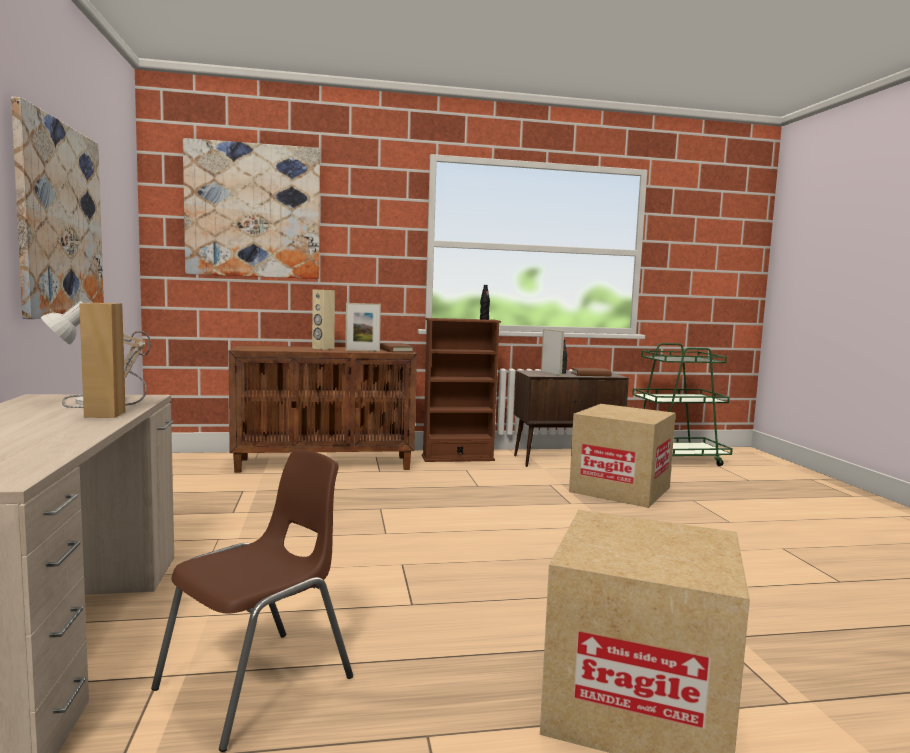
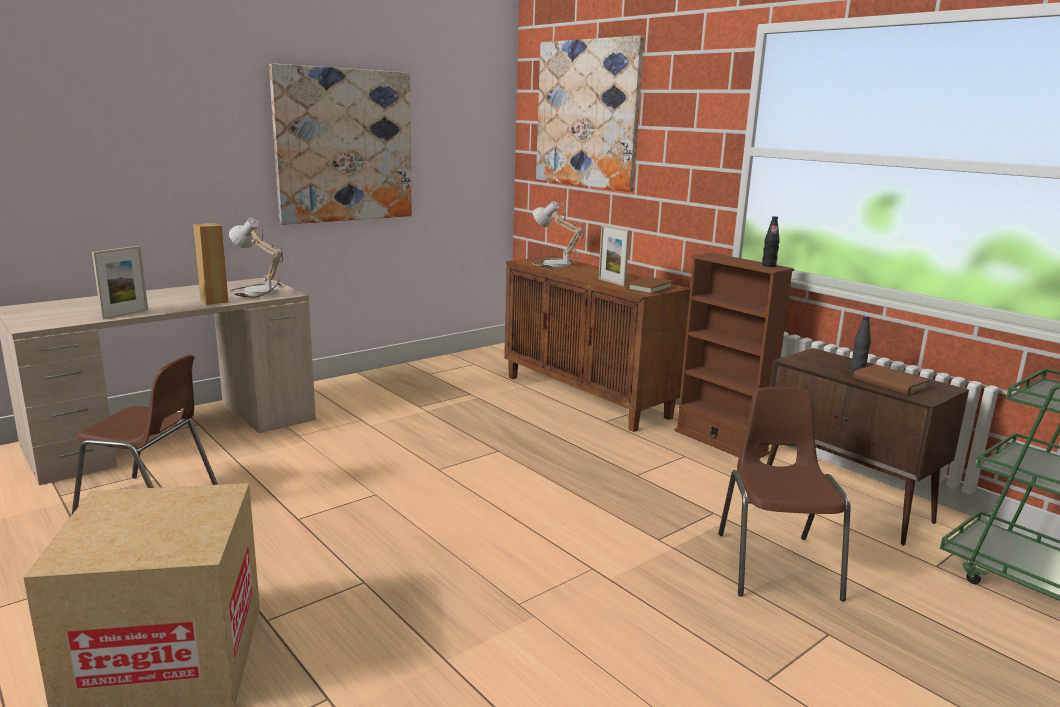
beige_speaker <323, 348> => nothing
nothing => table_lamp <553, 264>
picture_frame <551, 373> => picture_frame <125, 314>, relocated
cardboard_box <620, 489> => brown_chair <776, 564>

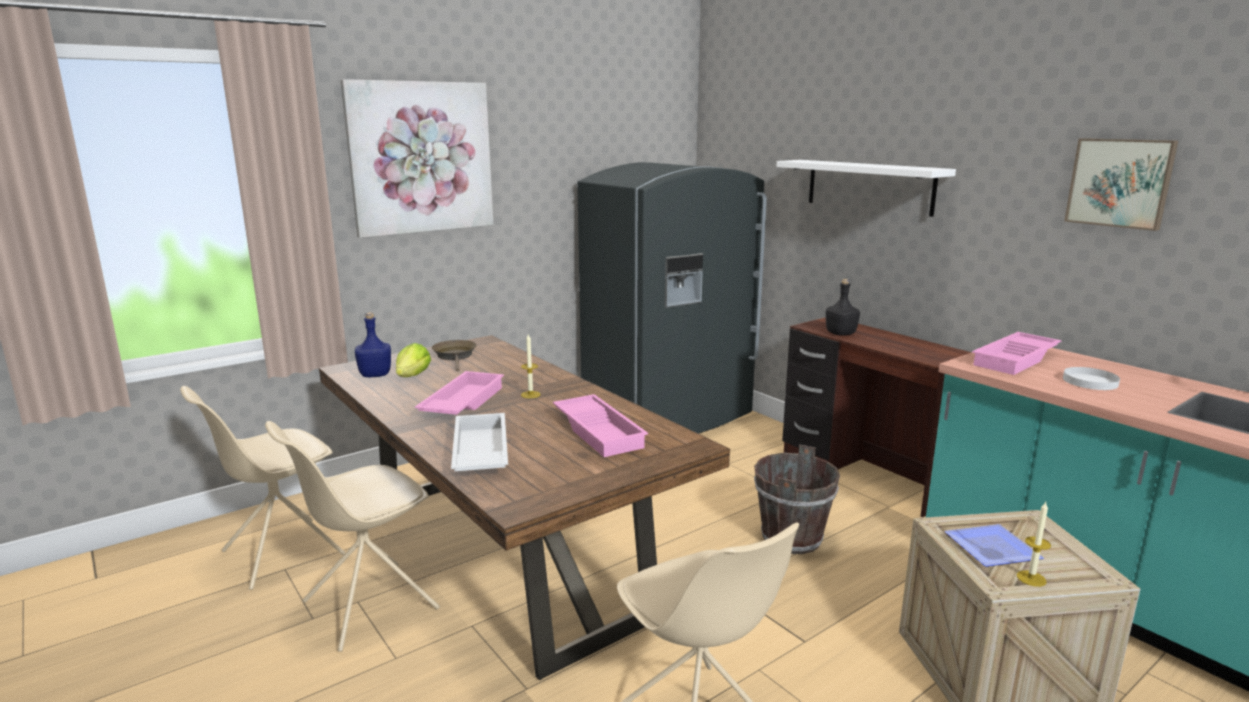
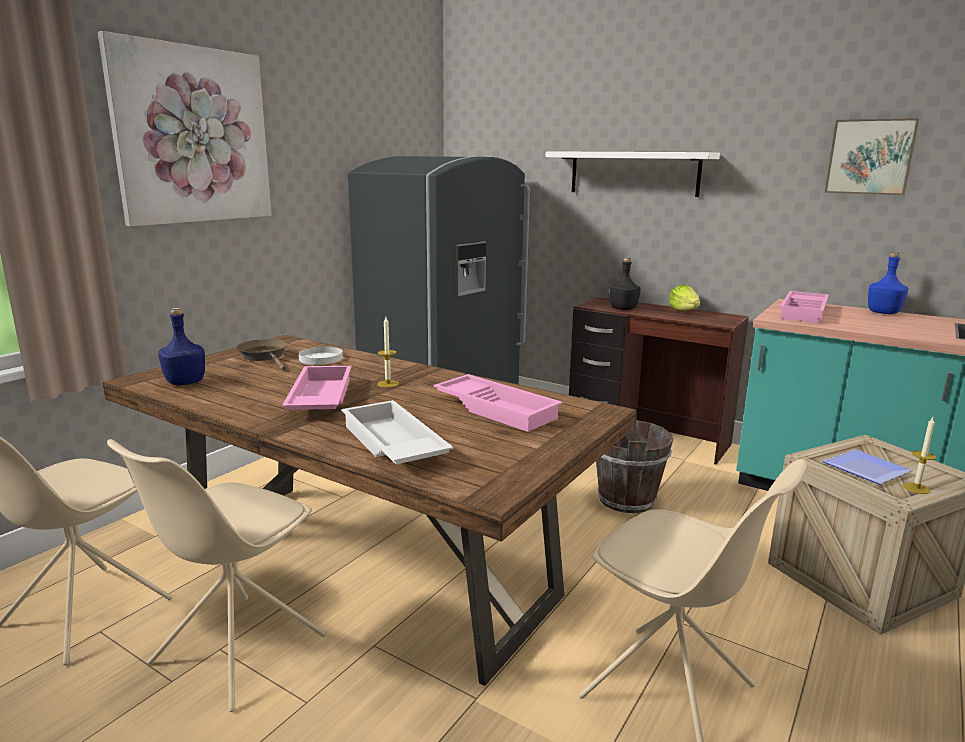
nothing => blue_bottle <883, 312>
lettuce <413, 376> => lettuce <684, 311>, relocated
white_plate <1089, 381> => white_plate <320, 358>, relocated

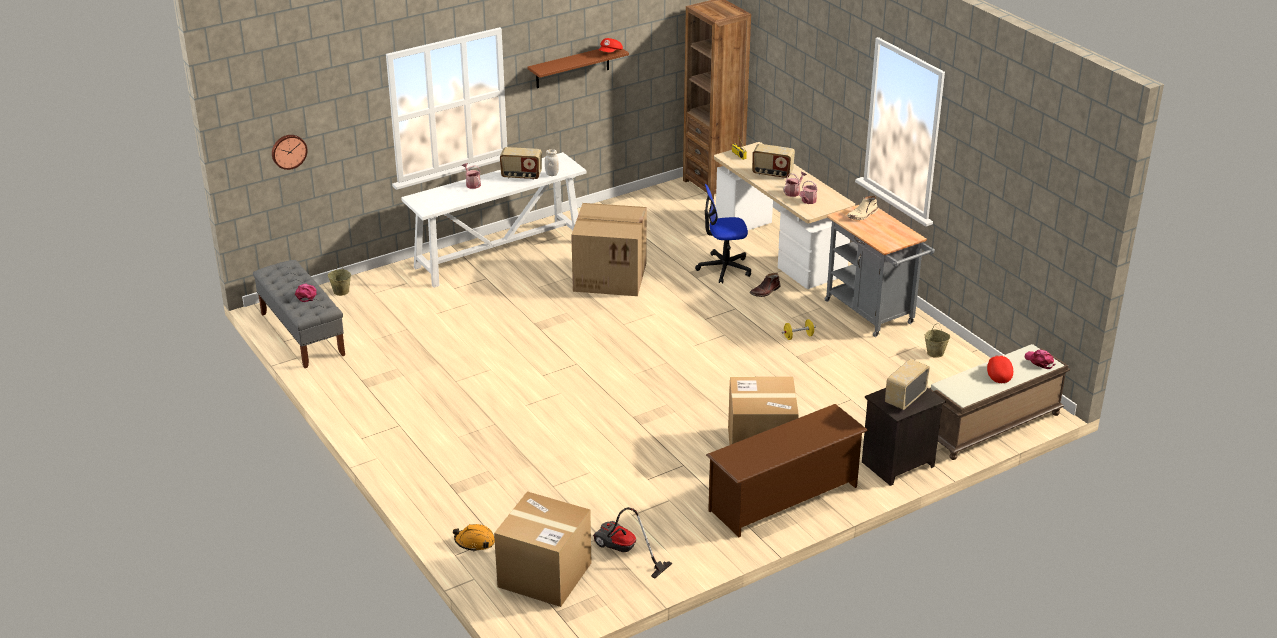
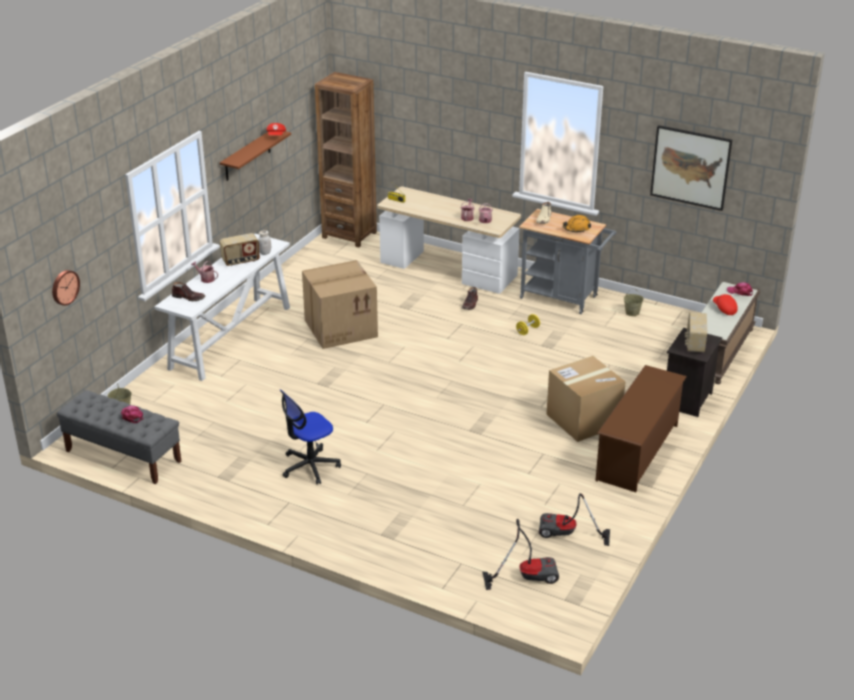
radio <772, 173> => nothing
nothing => brown_boot <189, 297>
nothing => picture <690, 167>
orange_hard_hat <475, 542> => orange_hard_hat <576, 228>, relocated
office_chair <724, 268> => office_chair <310, 466>, relocated
cardboard_box <544, 575> => vacuum_cleaner <527, 575>

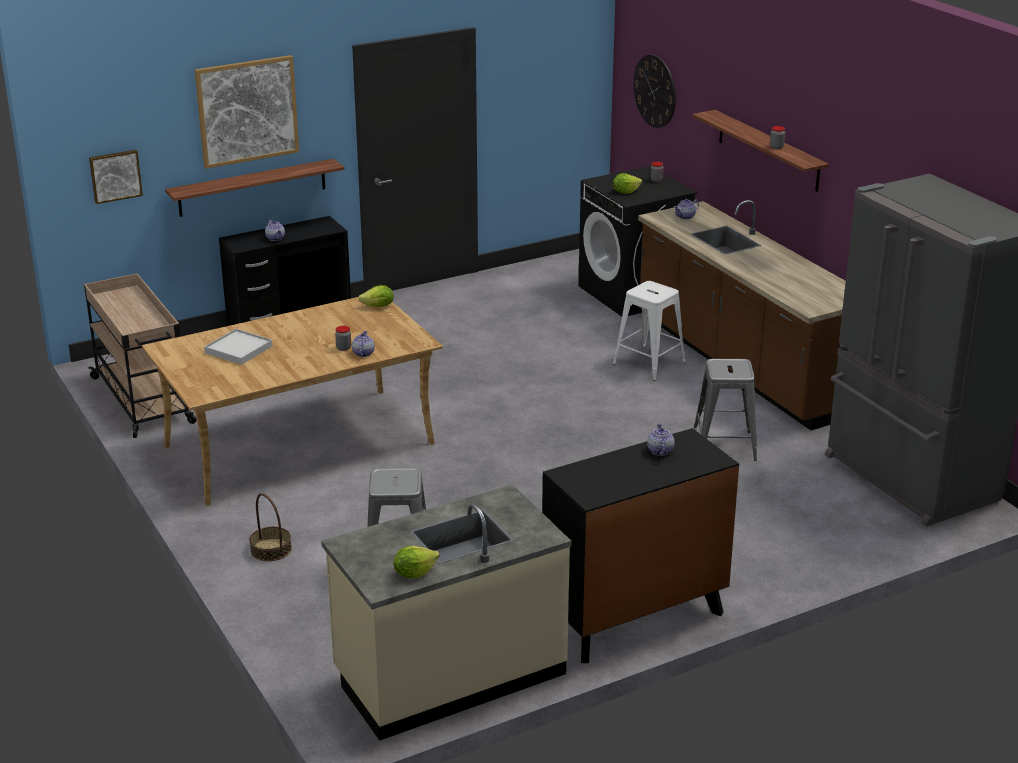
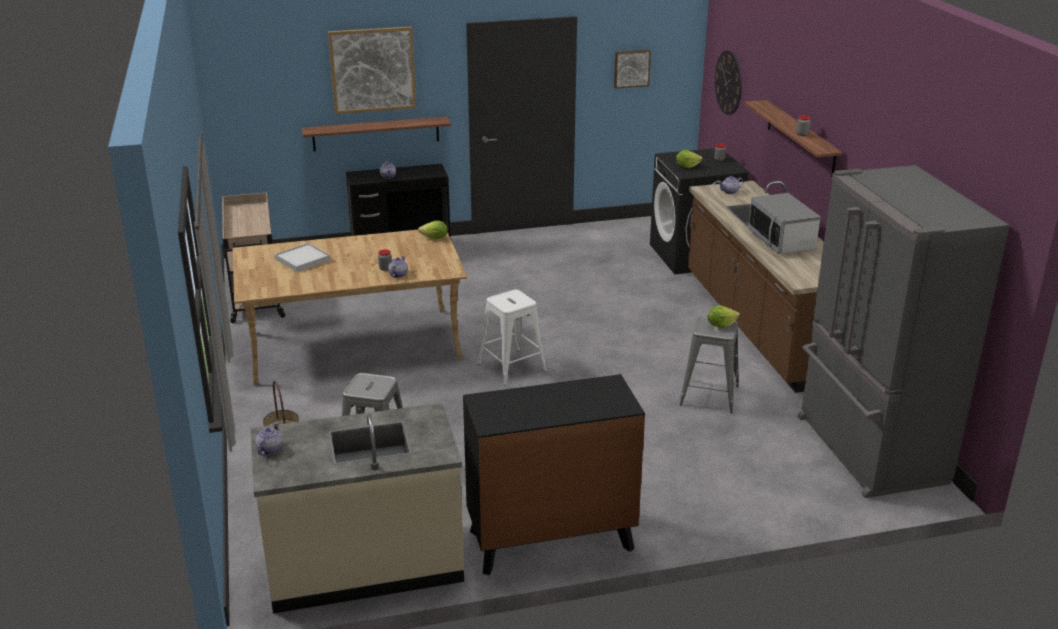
nothing => microwave <781, 241>
picture <115, 175> => picture <631, 68>, relocated
lettuce <414, 573> => lettuce <720, 325>, relocated
white_stool <649, 363> => white_stool <512, 367>, relocated
teapot <659, 451> => teapot <269, 449>, relocated

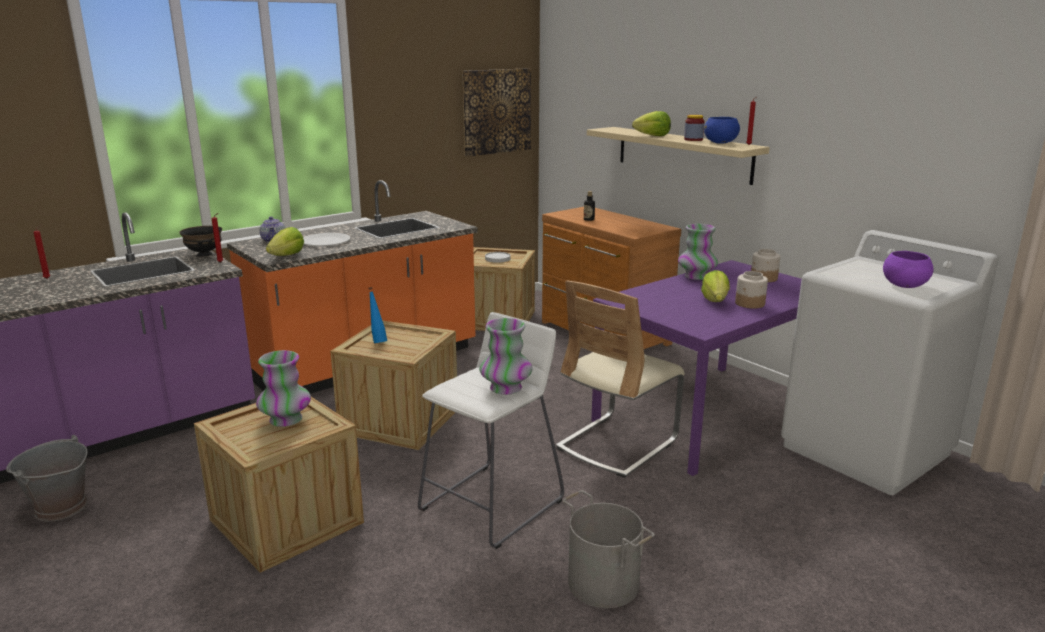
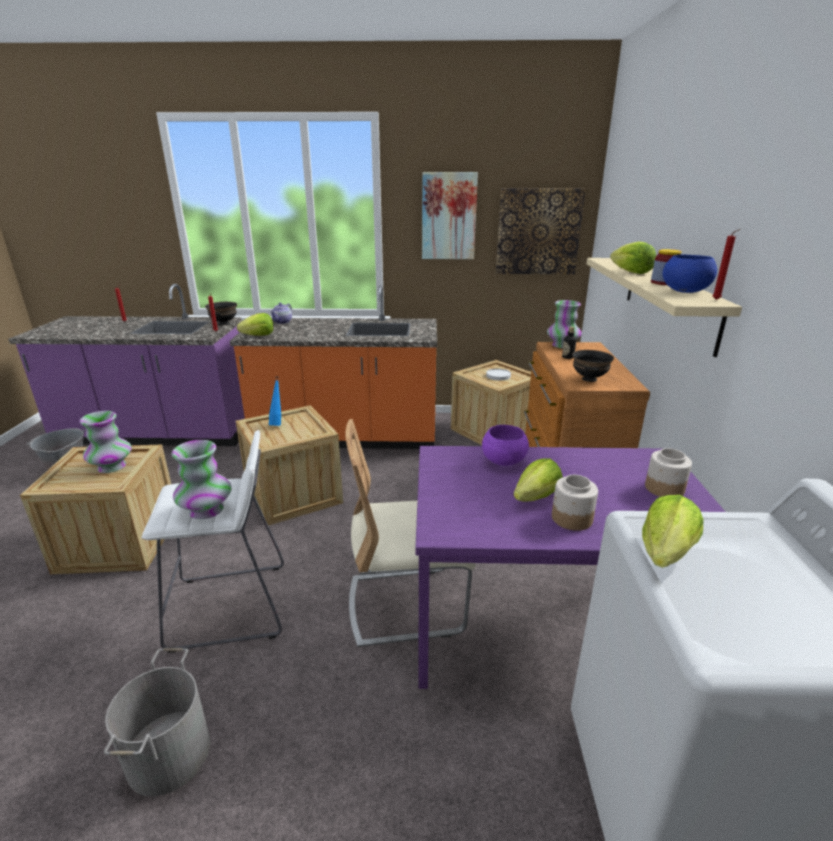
white_plate <325, 241> => nothing
nothing => picture <448, 216>
nothing => black_bowl <589, 379>
nothing => lettuce <665, 553>
vase <696, 276> => vase <562, 345>, relocated
purple_bowl <904, 286> => purple_bowl <503, 461>, relocated

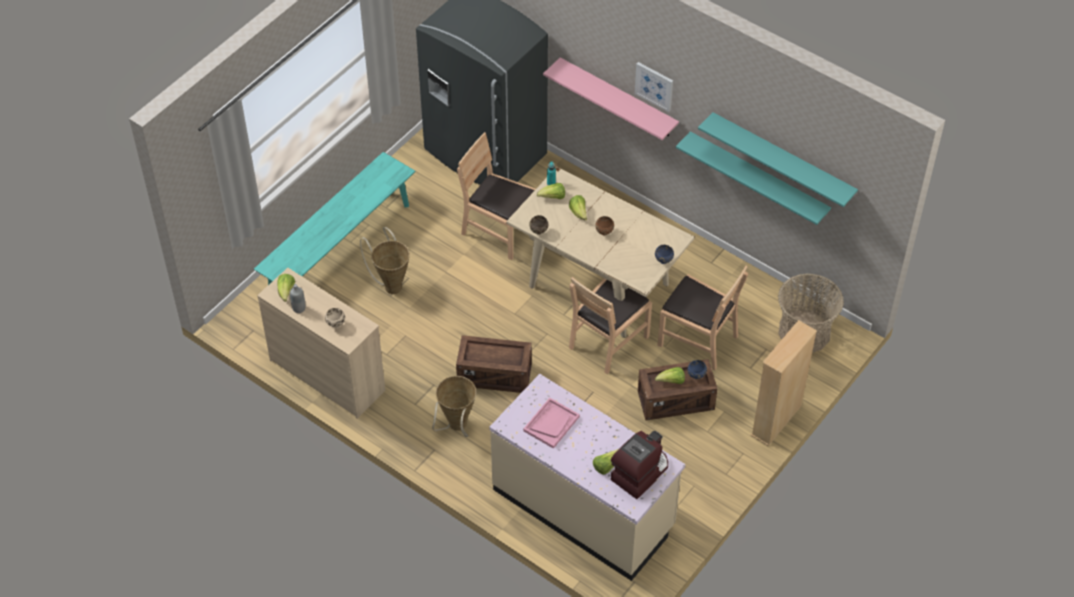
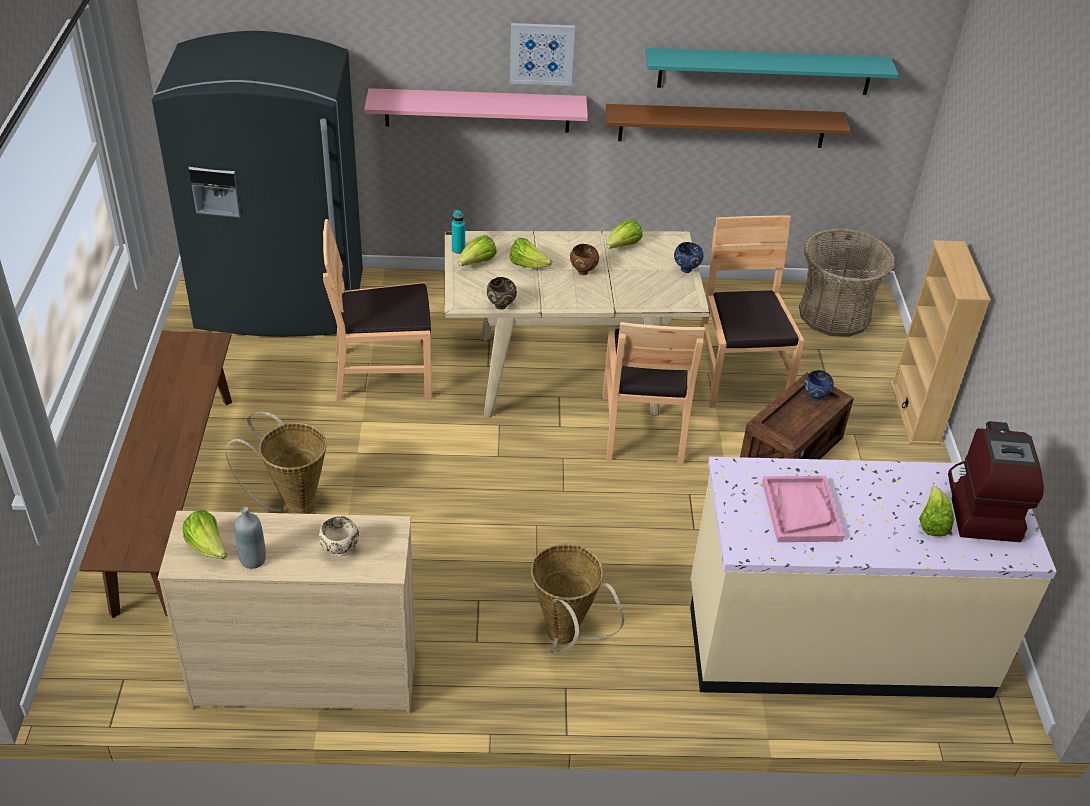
crate <494, 375> => nothing
lettuce <671, 381> => lettuce <623, 246>, relocated
turquoise_bench <340, 250> => brown_bench <175, 499>
turquoise_shelf <758, 178> => brown_shelf <722, 125>
brown_chair <698, 340> => brown_chair <739, 376>, 90 degrees counterclockwise

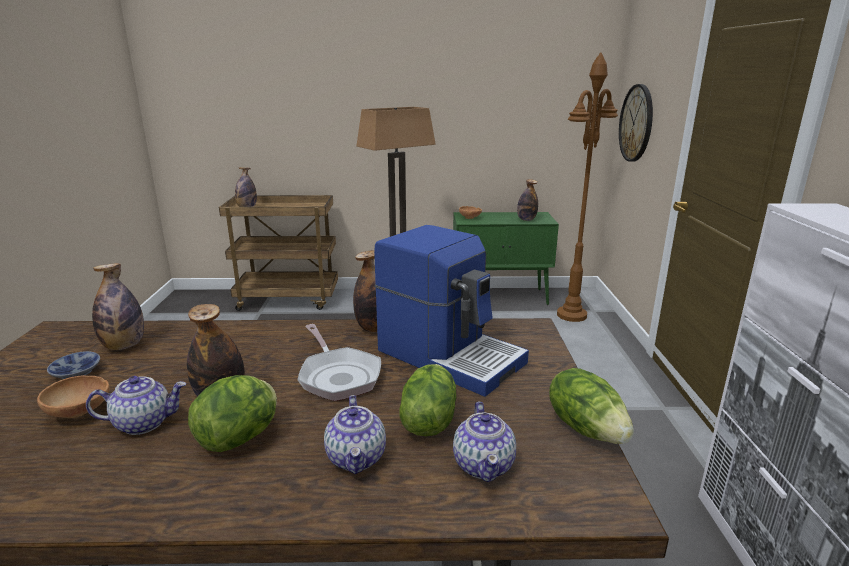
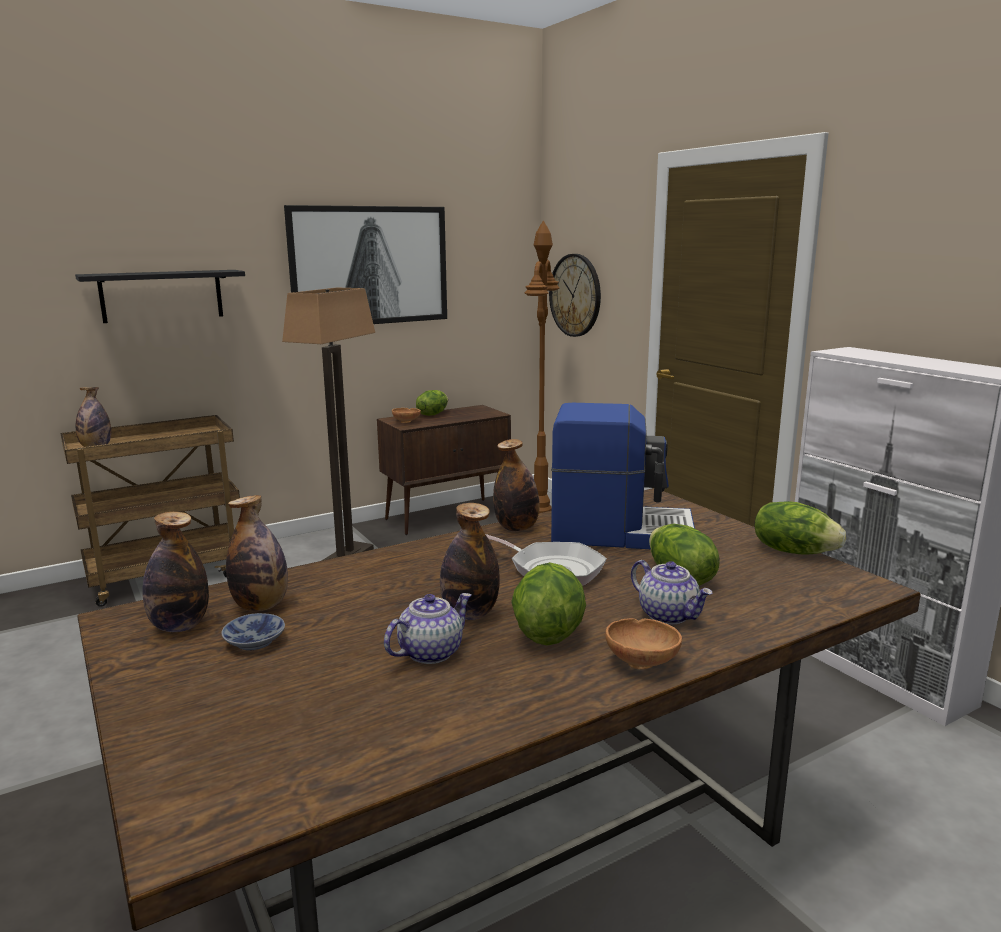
teapot <484, 464> => nothing
nothing => black_shelf <162, 295>
nothing => picture <370, 266>
nothing => lettuce <432, 414>
brown_bowl <81, 412> => brown_bowl <643, 662>, relocated
bottle <526, 219> => bottle <180, 626>, relocated
green_cabinet <500, 297> => brown_cabinet <448, 516>

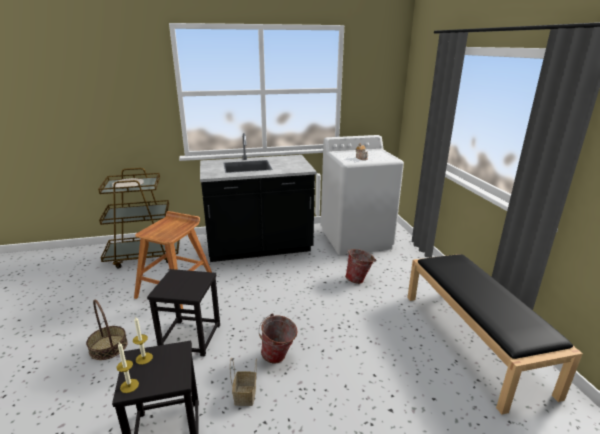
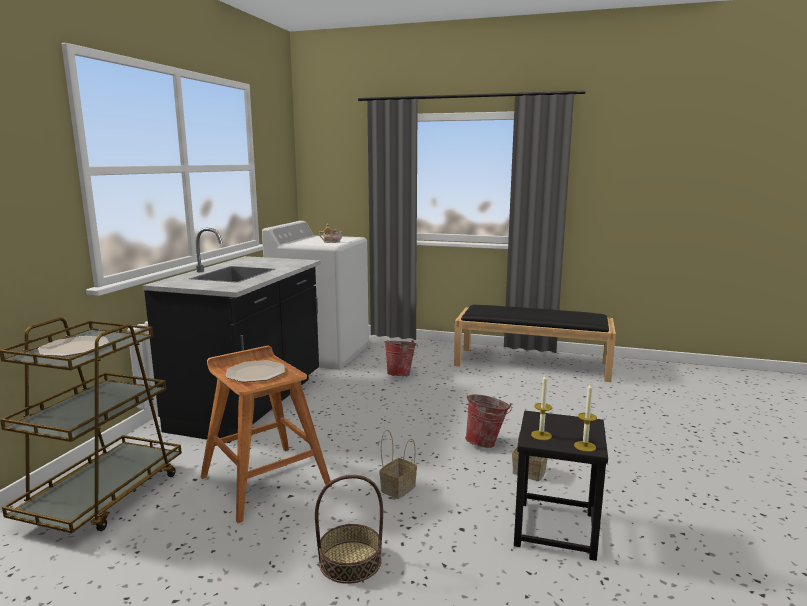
nothing => plate <255, 373>
black_stool <191, 337> => basket <398, 488>

